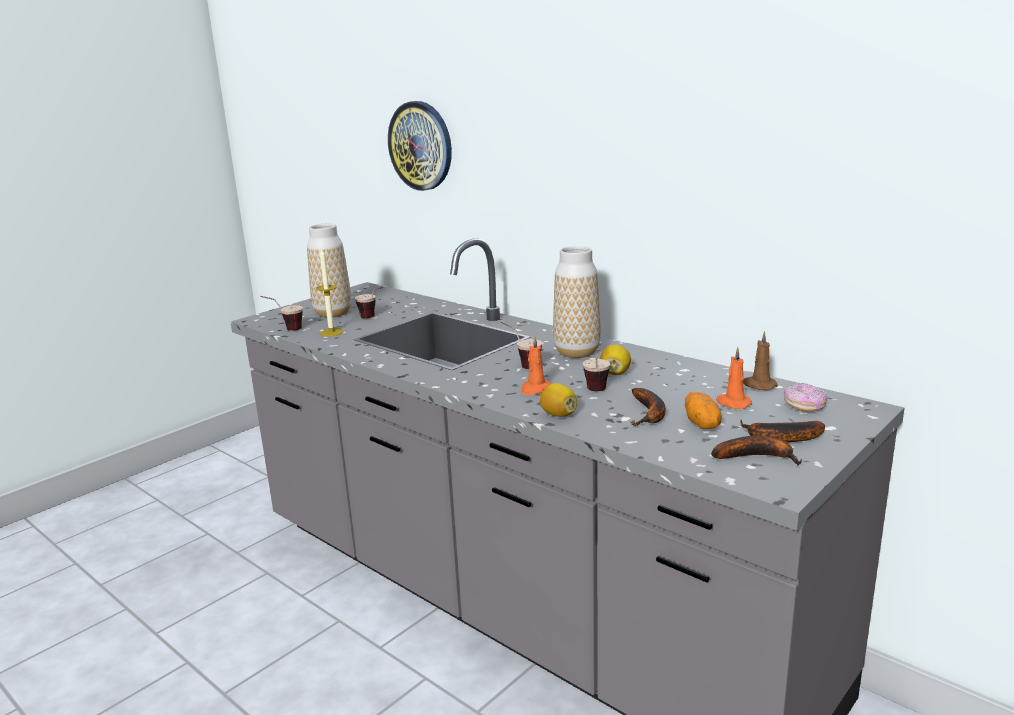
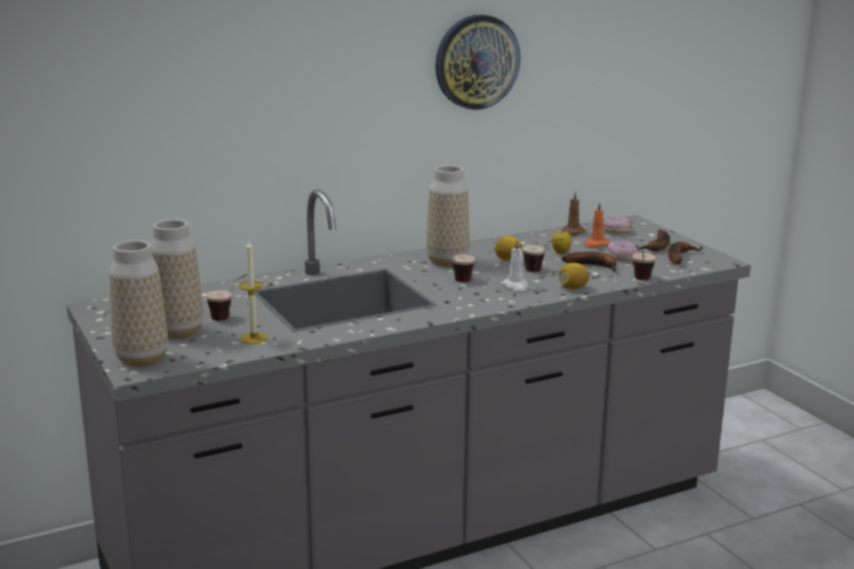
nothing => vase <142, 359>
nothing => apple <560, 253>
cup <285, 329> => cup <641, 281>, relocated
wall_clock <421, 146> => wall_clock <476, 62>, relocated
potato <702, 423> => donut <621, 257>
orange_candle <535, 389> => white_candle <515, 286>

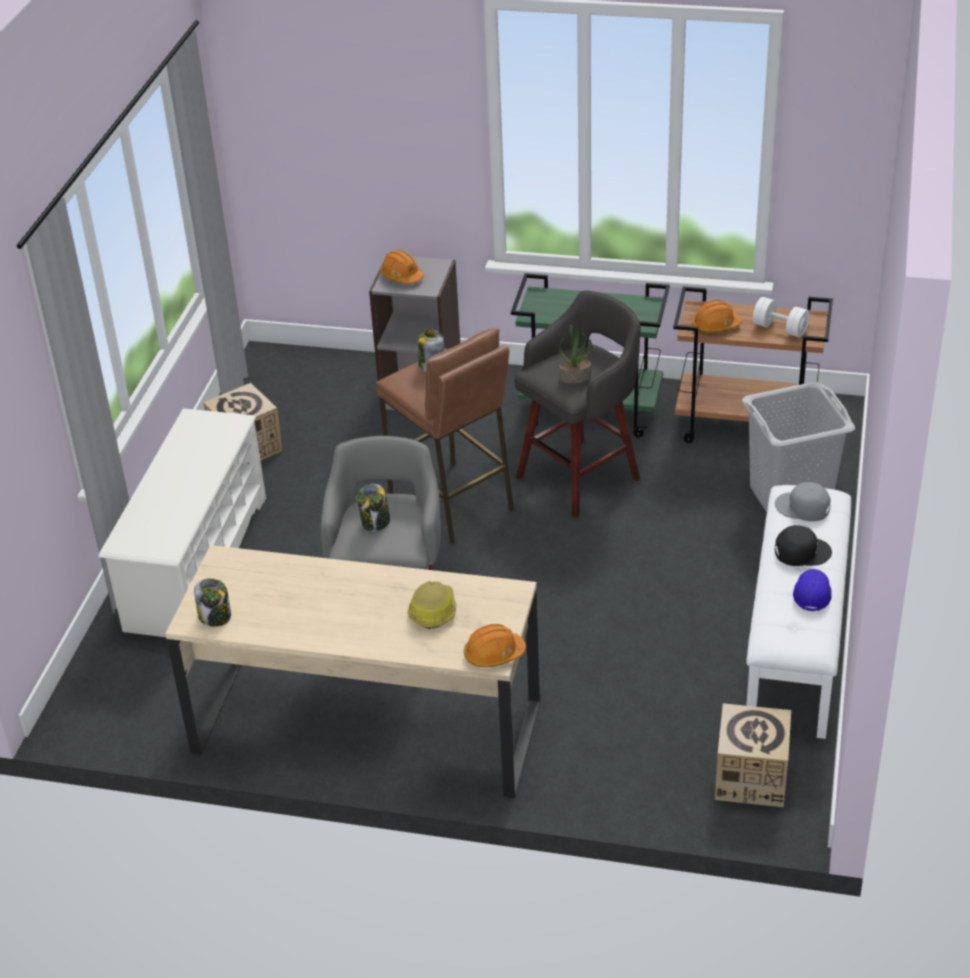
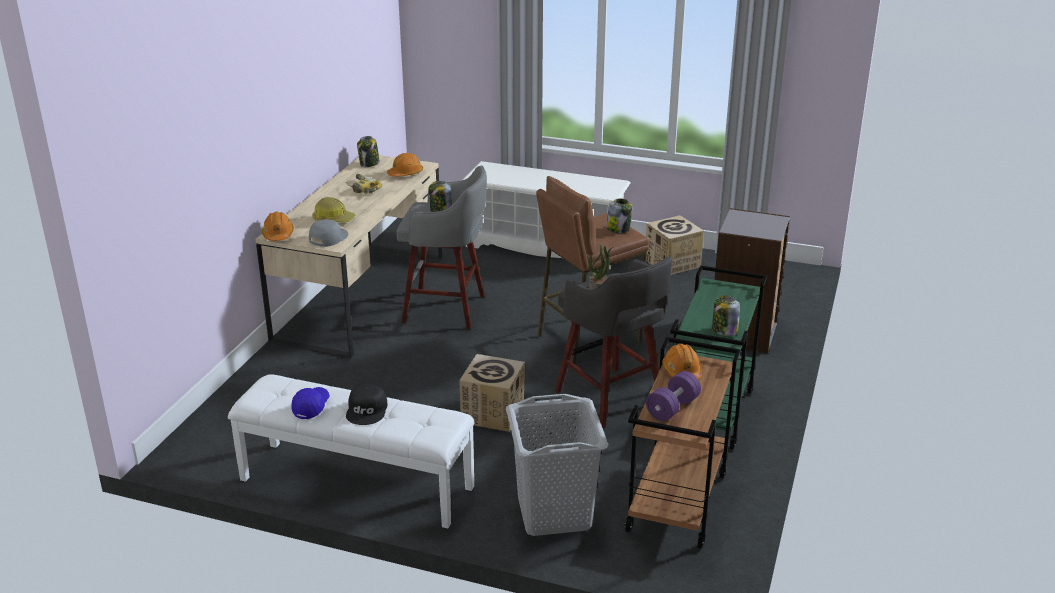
nothing => power_drill <362, 189>
nothing => jar <724, 330>
orange_hard_hat <402, 276> => orange_hard_hat <405, 174>, relocated
cardboard_box <751, 778> => cardboard_box <493, 413>, relocated
grey_cap <803, 507> => grey_cap <328, 237>, relocated
white_dumbbell <780, 328> => purple_dumbbell <672, 408>
blue_cap <812, 594> => blue_cap <311, 407>, 90 degrees counterclockwise

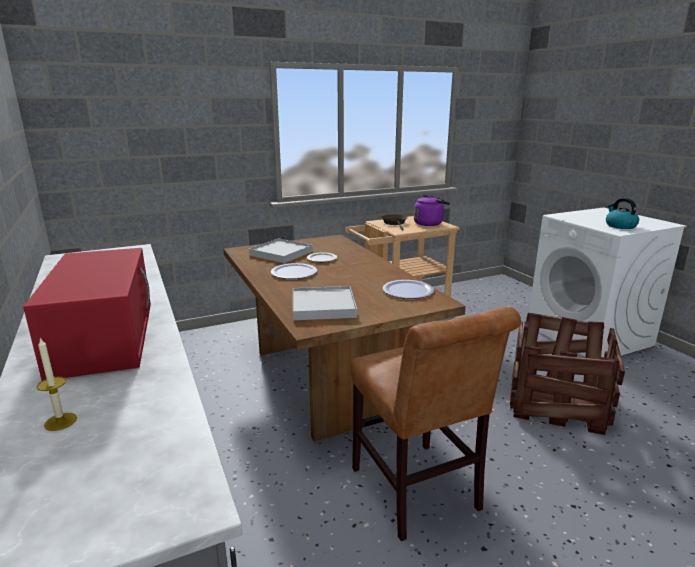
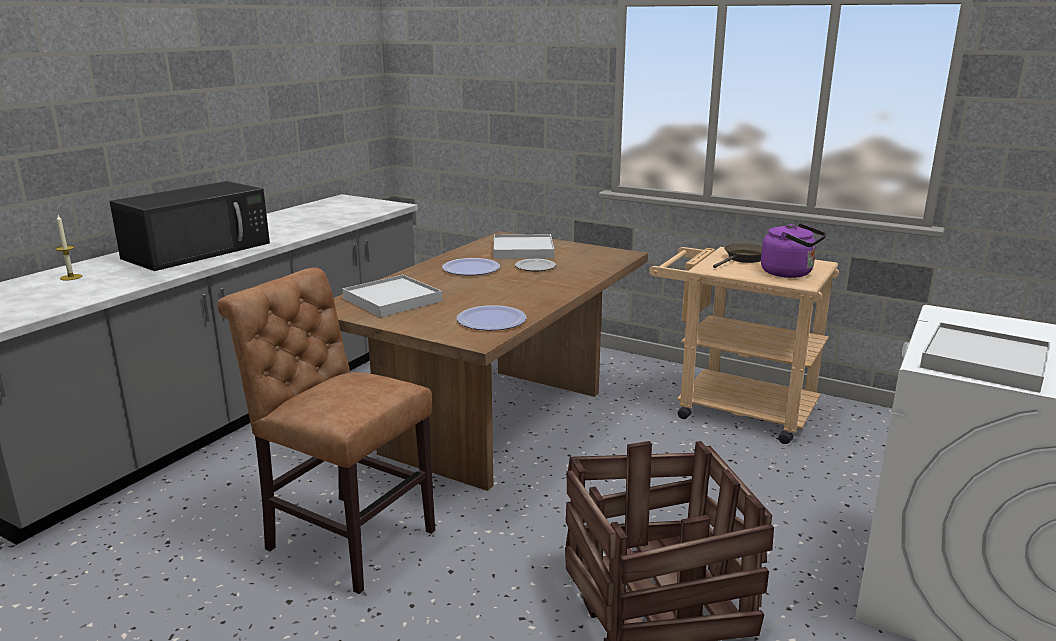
kettle <620, 226> => white_tray <983, 362>
red_microwave <104, 335> => black_microwave <199, 250>
brown_chair <418, 493> => brown_chair <344, 537>, 90 degrees clockwise

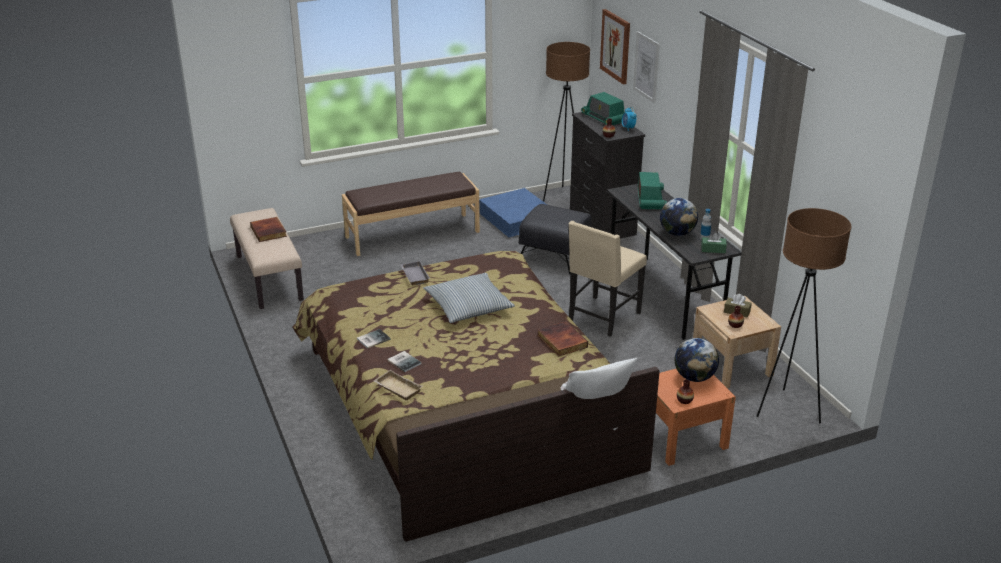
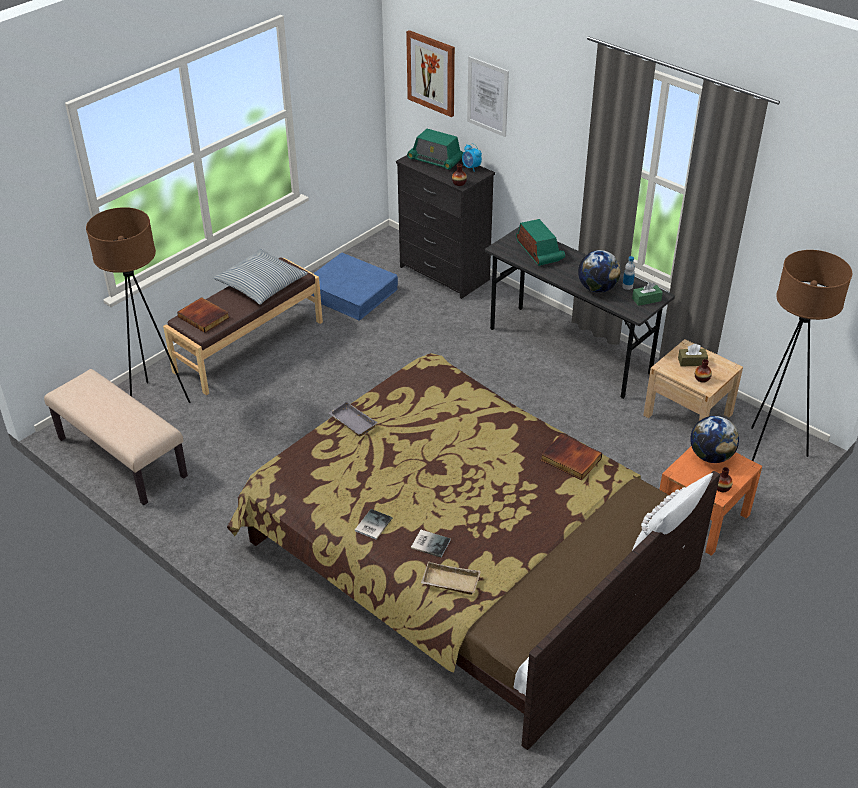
black_ottoman <555, 255> => nothing
beige_chair <602, 318> => nothing
book <269, 231> => book <204, 317>, relocated
pillow <469, 306> => pillow <261, 284>, relocated
brown_floor_lamp <563, 197> => brown_floor_lamp <155, 402>, relocated

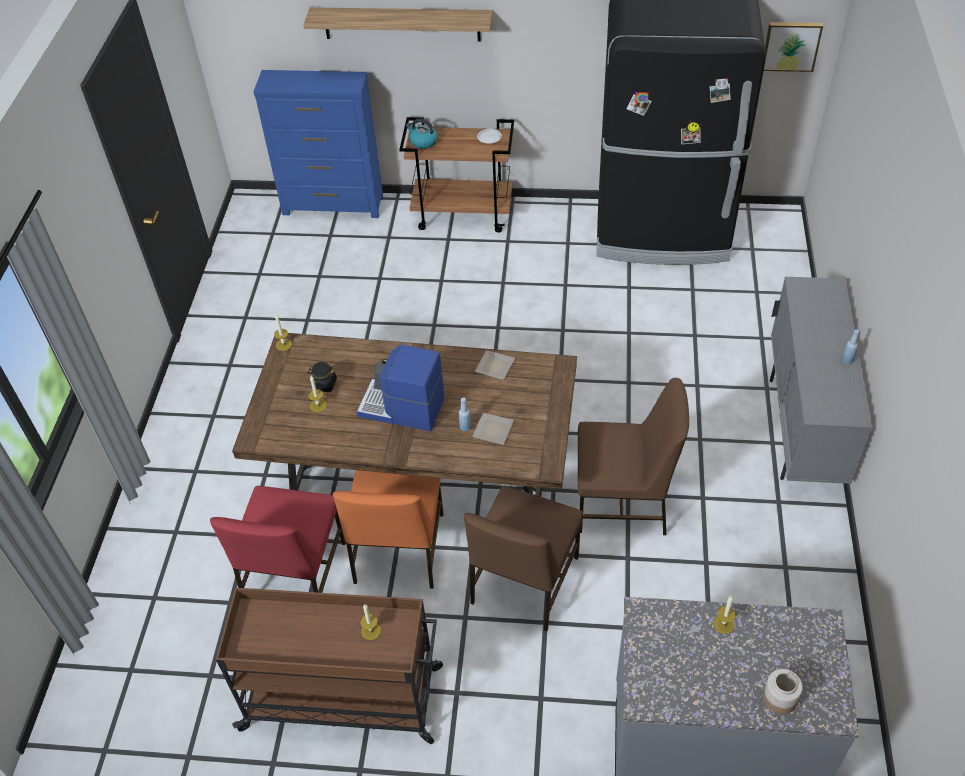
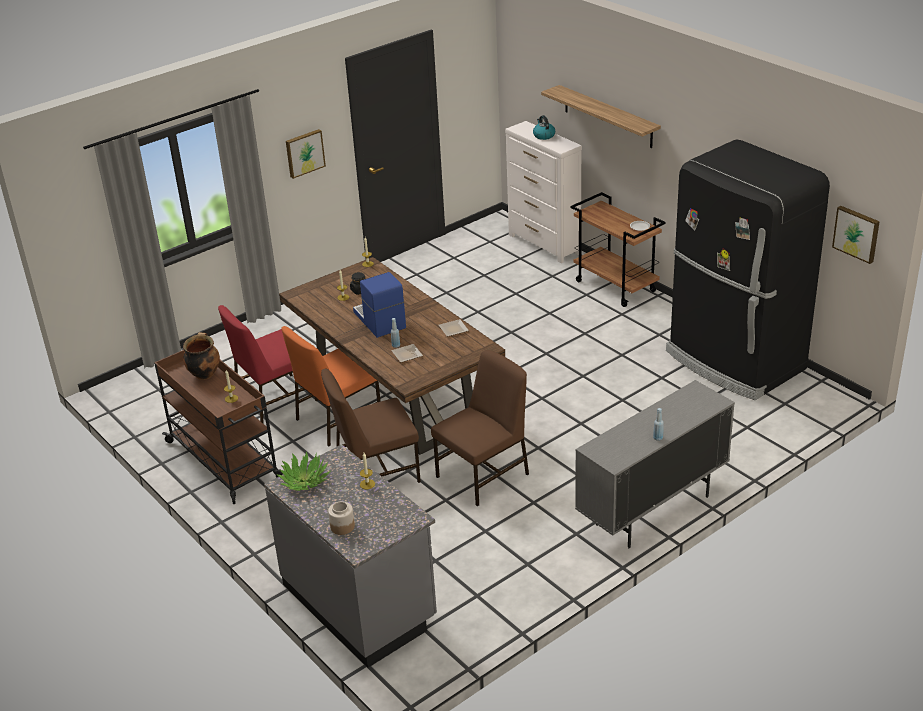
nothing => cooking_pot <204, 374>
nothing => potted_plant <304, 481>
nothing => picture <304, 153>
kettle <423, 142> => kettle <543, 135>, relocated
blue_dresser <334, 206> => white_dresser <544, 244>
brown_chair <623, 502> => brown_chair <484, 475>, 90 degrees counterclockwise

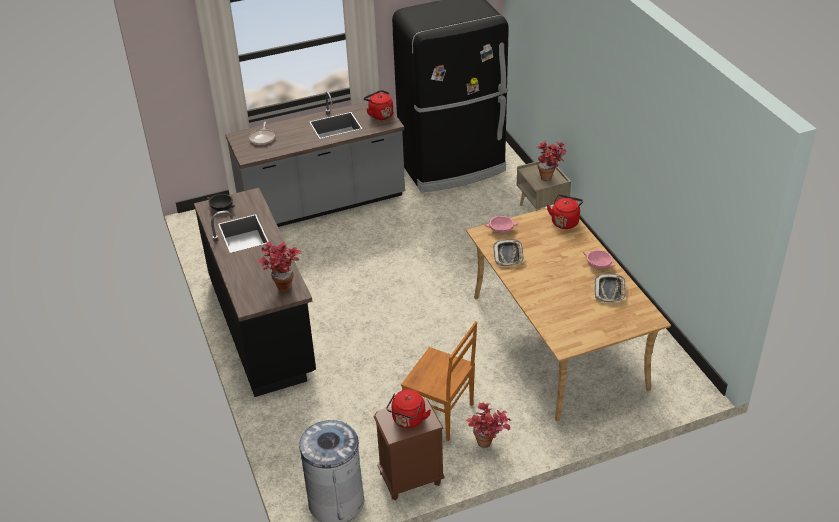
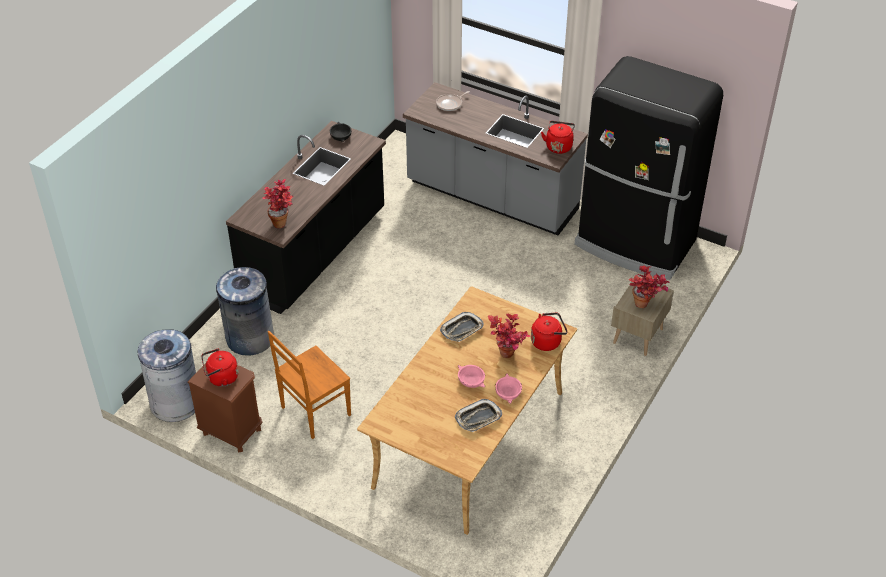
nothing => grey_trash_can <249, 338>
potted_plant <489, 445> => potted_plant <507, 357>, relocated
pink_bowl <501, 229> => pink_bowl <471, 381>, relocated
brown_chair <441, 415> => brown_chair <314, 412>, 60 degrees clockwise

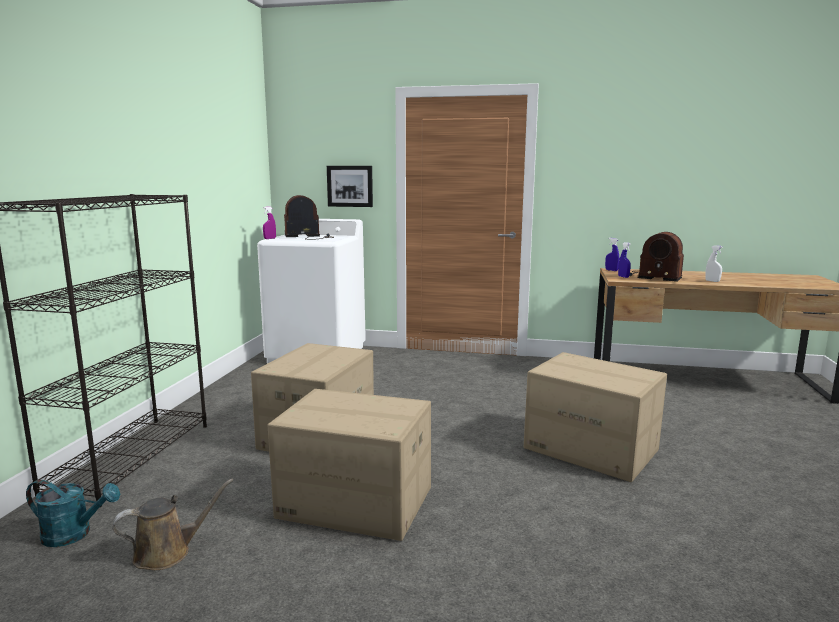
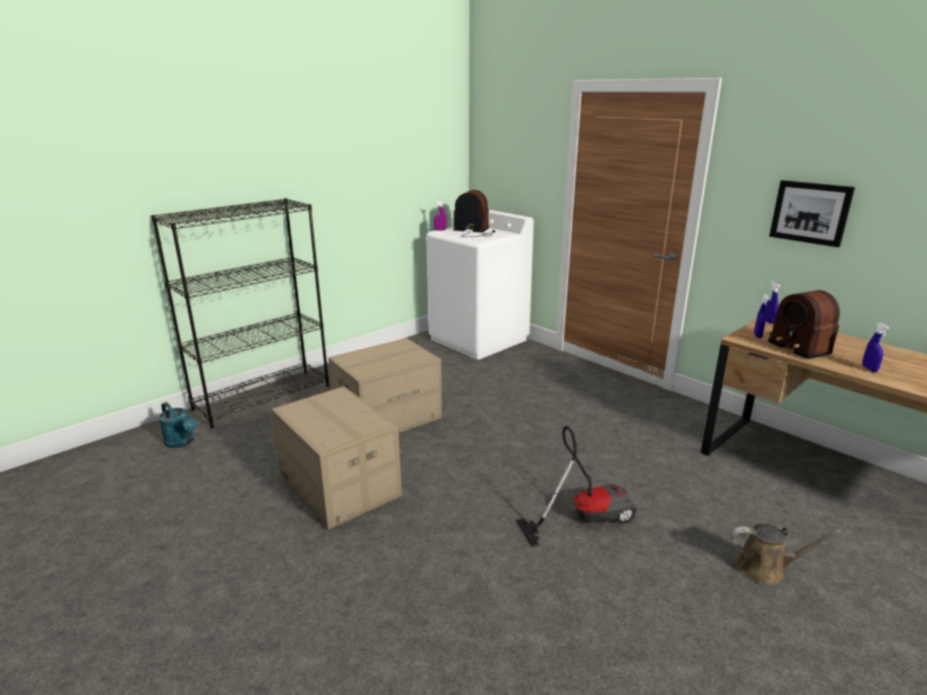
brown_watering_can <168, 552> => brown_watering_can <765, 568>, relocated
picture <350, 186> => picture <810, 212>, relocated
cardboard_box <591, 449> => vacuum_cleaner <584, 516>
white_spray_bottle <712, 281> => blue_spray_bottle <869, 369>

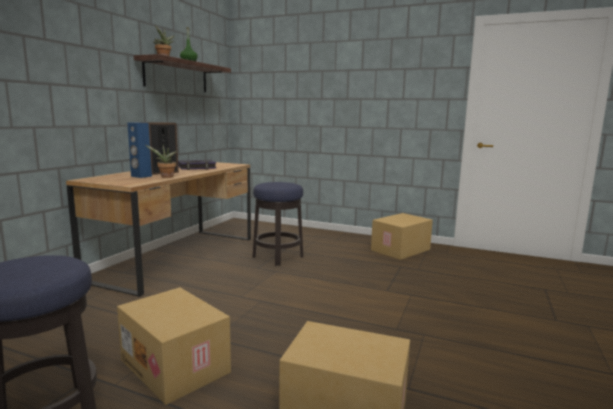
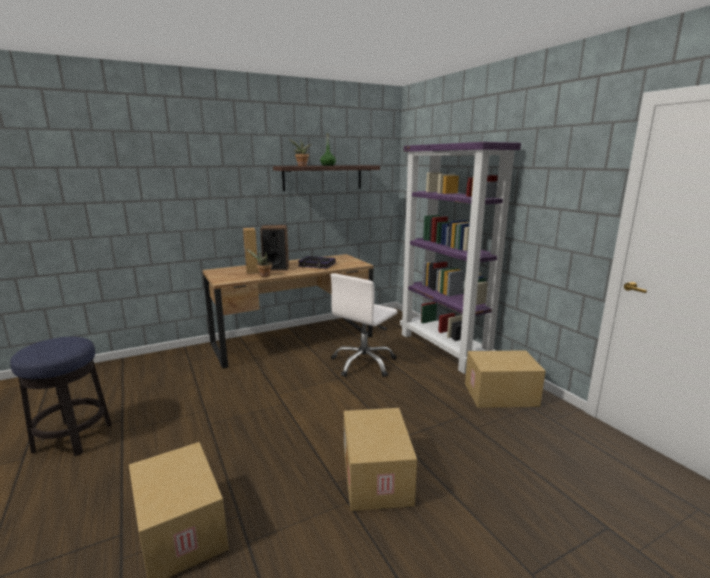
nothing => purple_bookcase <444, 349>
cardboard_box <177, 366> => cardboard_box <378, 477>, relocated
stool <277, 257> => white_office_chair <364, 363>
blue_speaker <141, 176> => brown_speaker <252, 272>

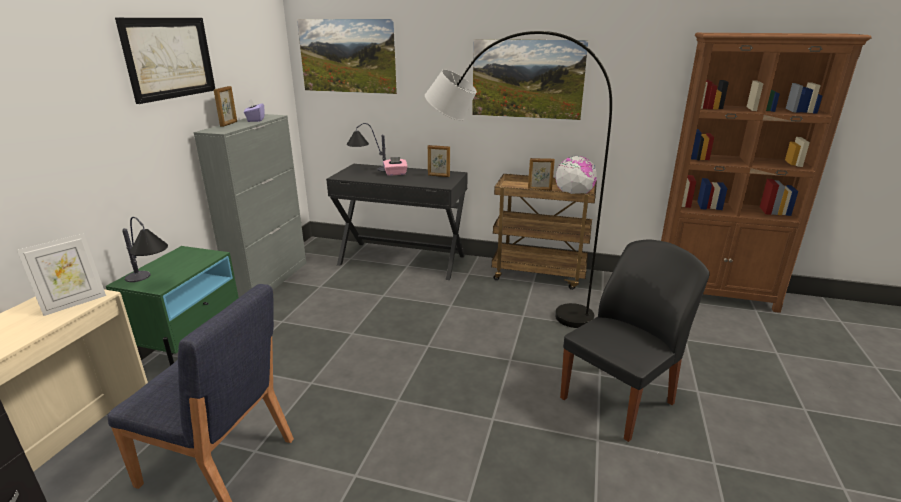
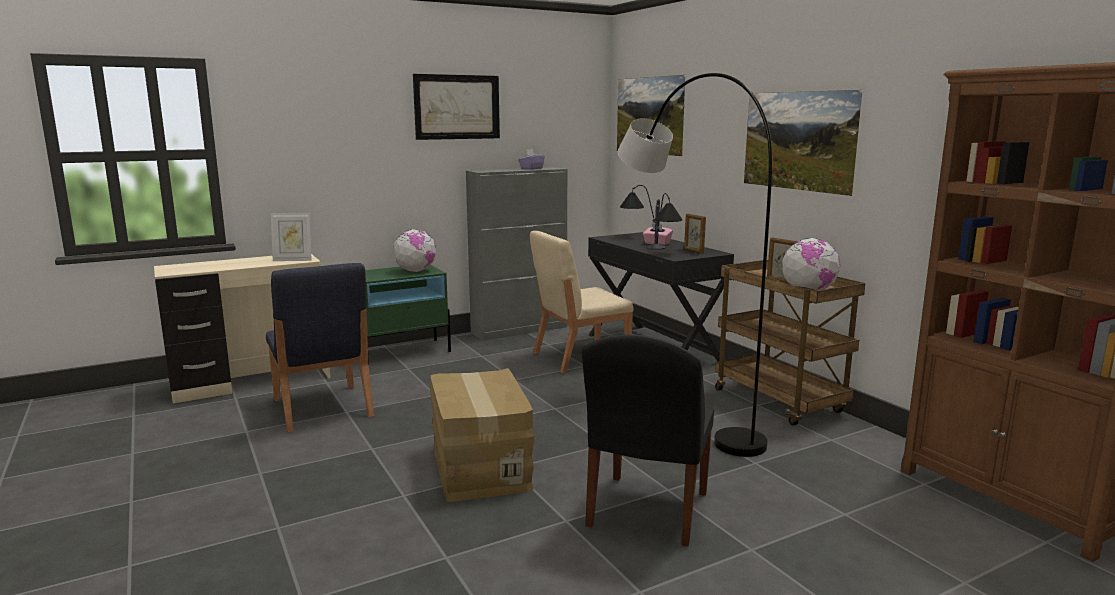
picture_frame <229, 124> => nothing
nothing => globe <415, 271>
nothing => cardboard_box <479, 467>
nothing => beige_chair <579, 357>
table_lamp <151, 282> => table_lamp <663, 251>, relocated
black_chair <619, 399> => black_chair <646, 511>, 105 degrees clockwise

